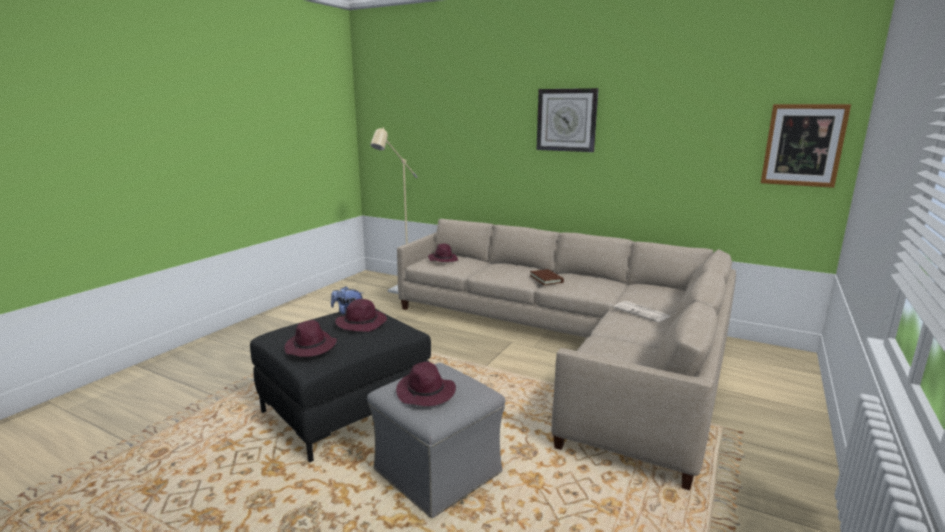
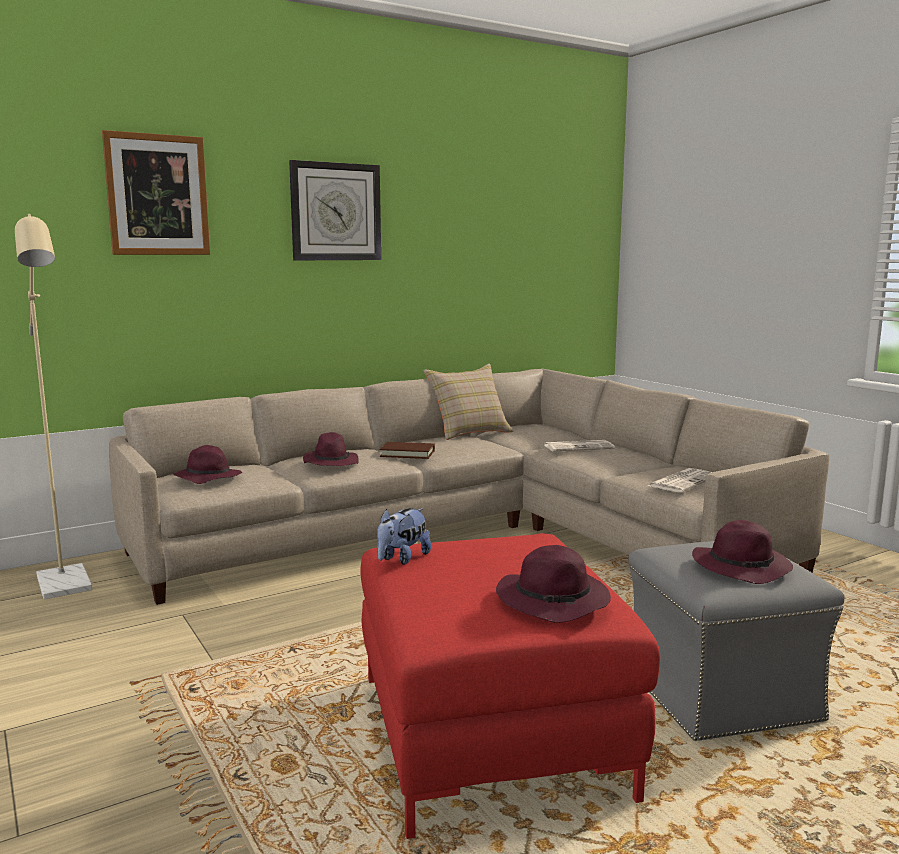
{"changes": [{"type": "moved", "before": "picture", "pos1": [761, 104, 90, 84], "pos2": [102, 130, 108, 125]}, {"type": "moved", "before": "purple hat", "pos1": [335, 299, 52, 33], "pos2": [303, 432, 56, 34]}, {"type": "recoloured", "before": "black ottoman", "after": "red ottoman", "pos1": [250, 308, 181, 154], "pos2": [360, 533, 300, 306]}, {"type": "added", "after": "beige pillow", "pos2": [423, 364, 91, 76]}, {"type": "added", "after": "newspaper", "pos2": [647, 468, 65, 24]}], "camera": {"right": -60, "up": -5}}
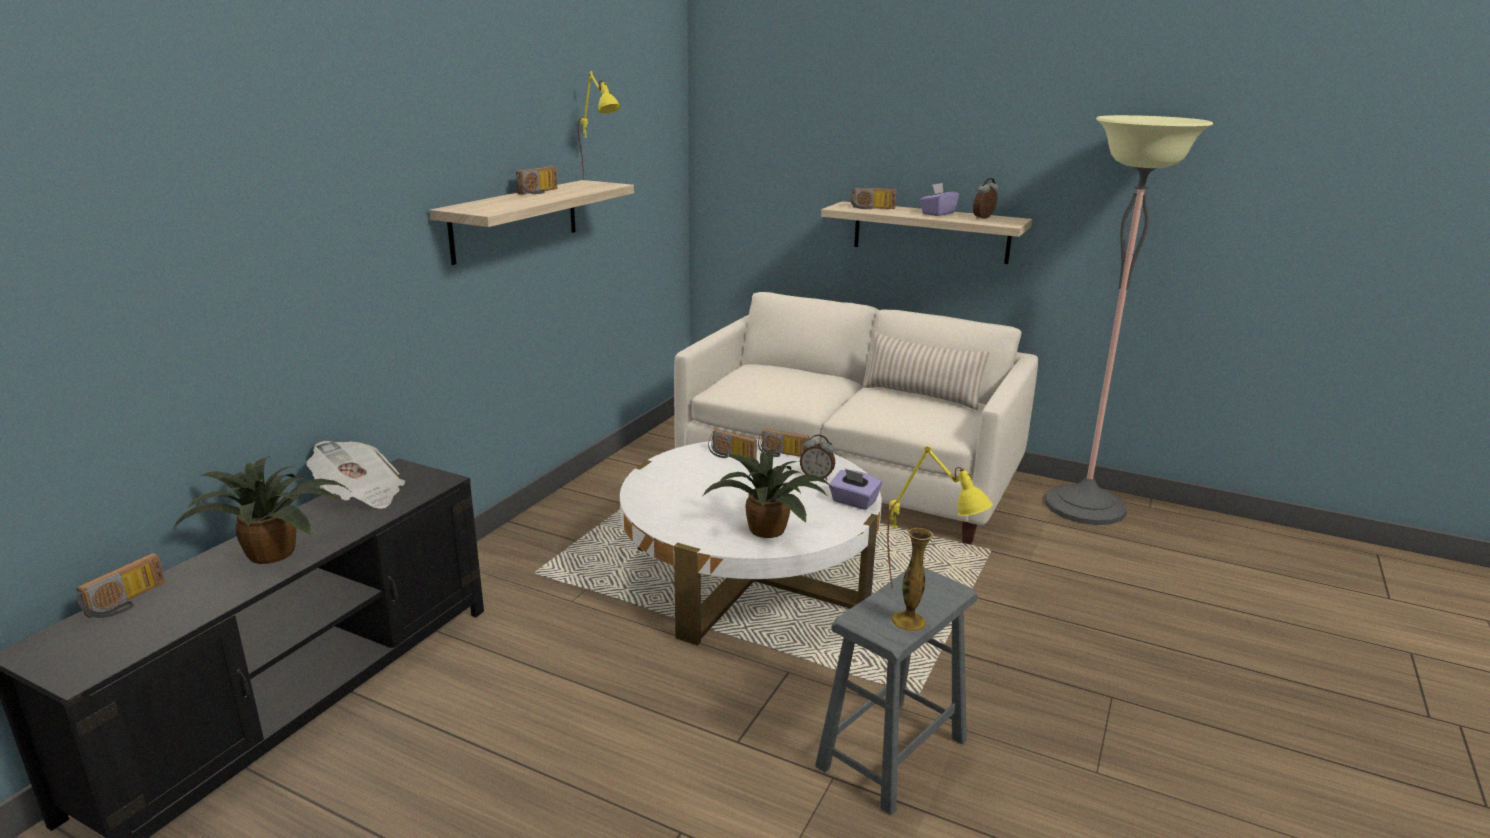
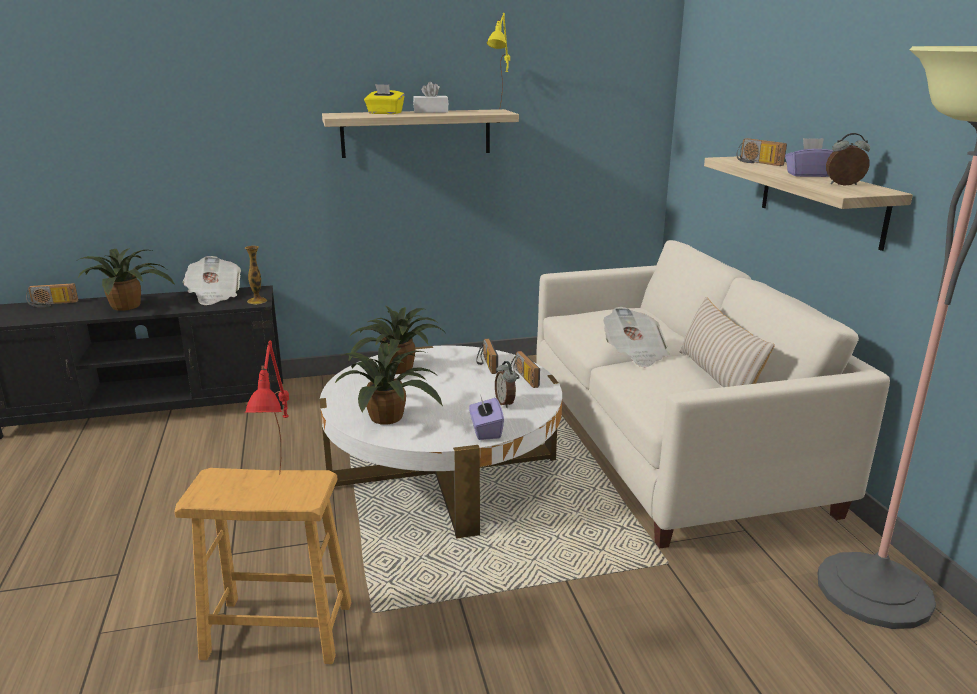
{"changes": [{"type": "recoloured", "before": "grey stool", "after": "brown stool", "pos1": [815, 568, 163, 247], "pos2": [174, 468, 178, 196]}, {"type": "moved", "before": "vase", "pos1": [891, 528, 42, 104], "pos2": [245, 246, 22, 58]}, {"type": "recoloured", "before": "yellow table lamp", "after": "red table lamp", "pos1": [887, 446, 106, 143], "pos2": [245, 340, 44, 134]}, {"type": "added", "after": "potted plant", "pos2": [348, 306, 97, 68]}, {"type": "added", "after": "yellow tissue box", "pos2": [364, 84, 41, 30]}, {"type": "replaced", "before": "radio", "after": "white tissue box", "pos1": [516, 166, 41, 29], "pos2": [413, 82, 35, 31]}, {"type": "added", "after": "newspaper", "pos2": [603, 307, 66, 61]}], "camera": {"right": 50, "up": 0}}
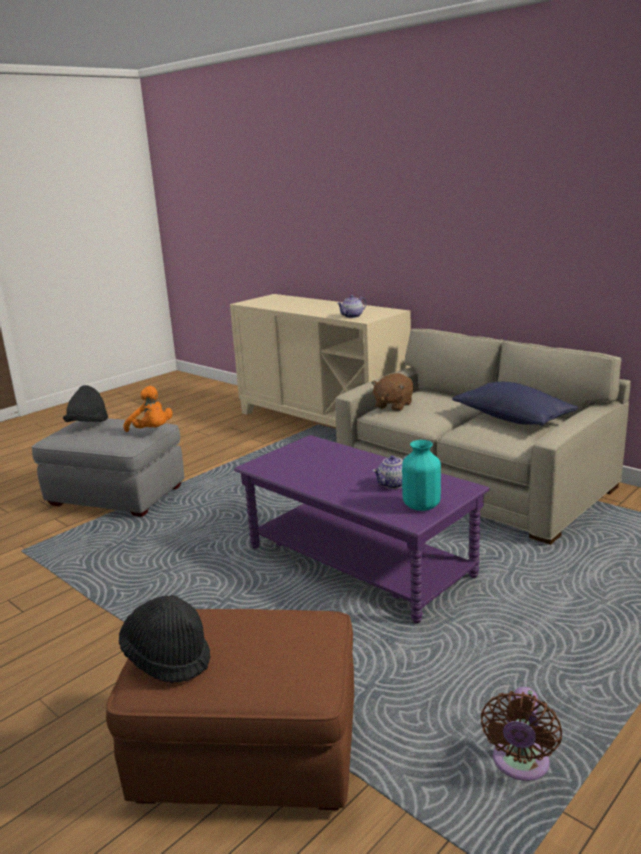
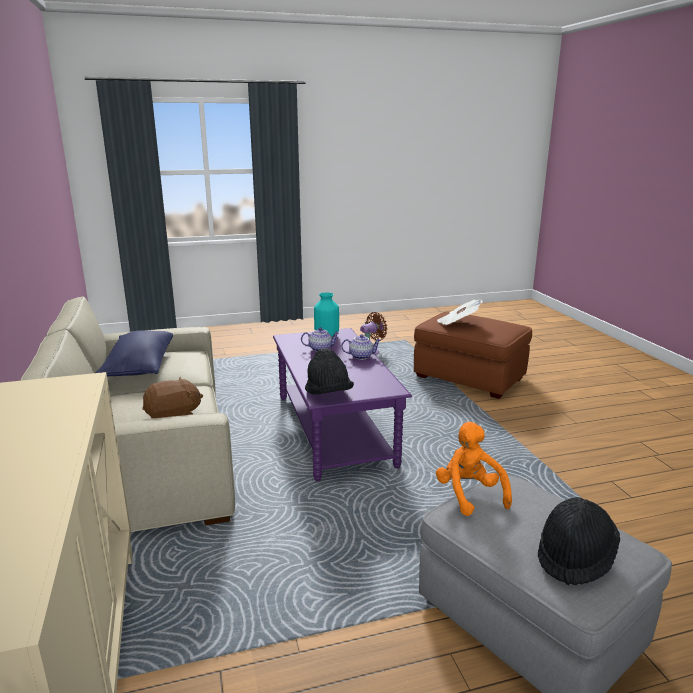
{"changes": [{"type": "moved", "before": "black hat", "pos1": [119, 595, 91, 88], "pos2": [305, 348, 49, 46]}, {"type": "moved", "before": "teapot", "pos1": [337, 295, 29, 23], "pos2": [341, 334, 40, 26]}, {"type": "added", "after": "newspaper", "pos2": [437, 300, 46, 25]}], "camera": {"right": -150, "up": 0}}
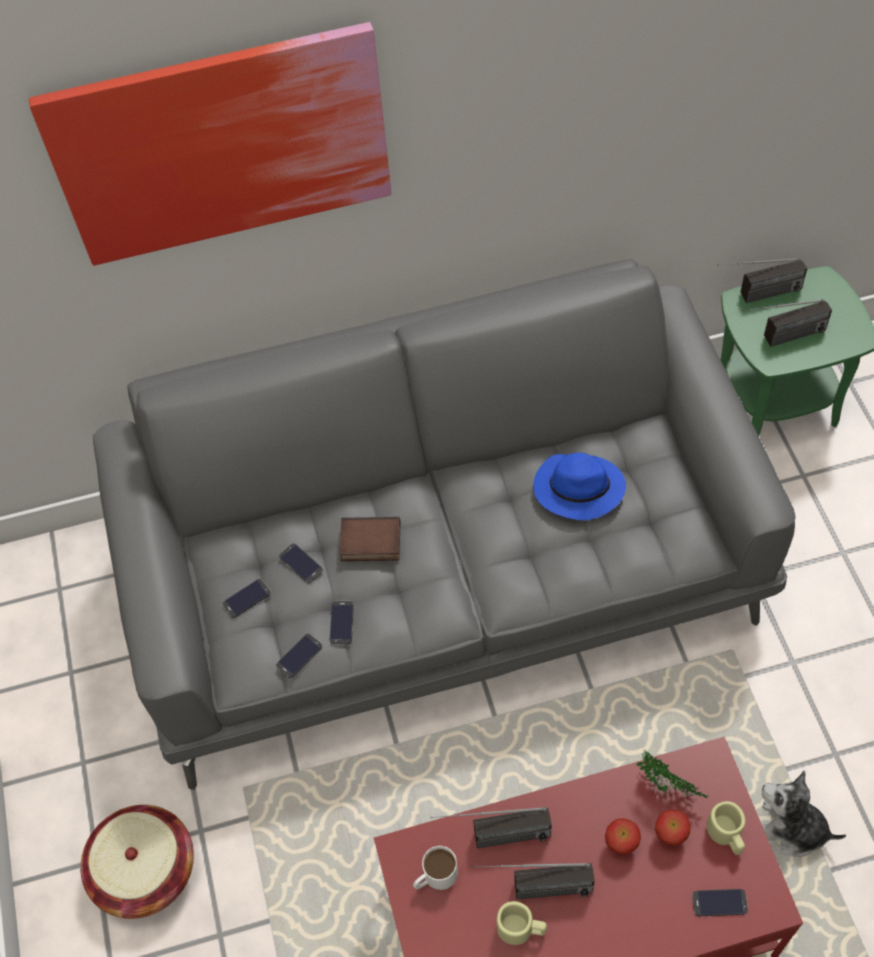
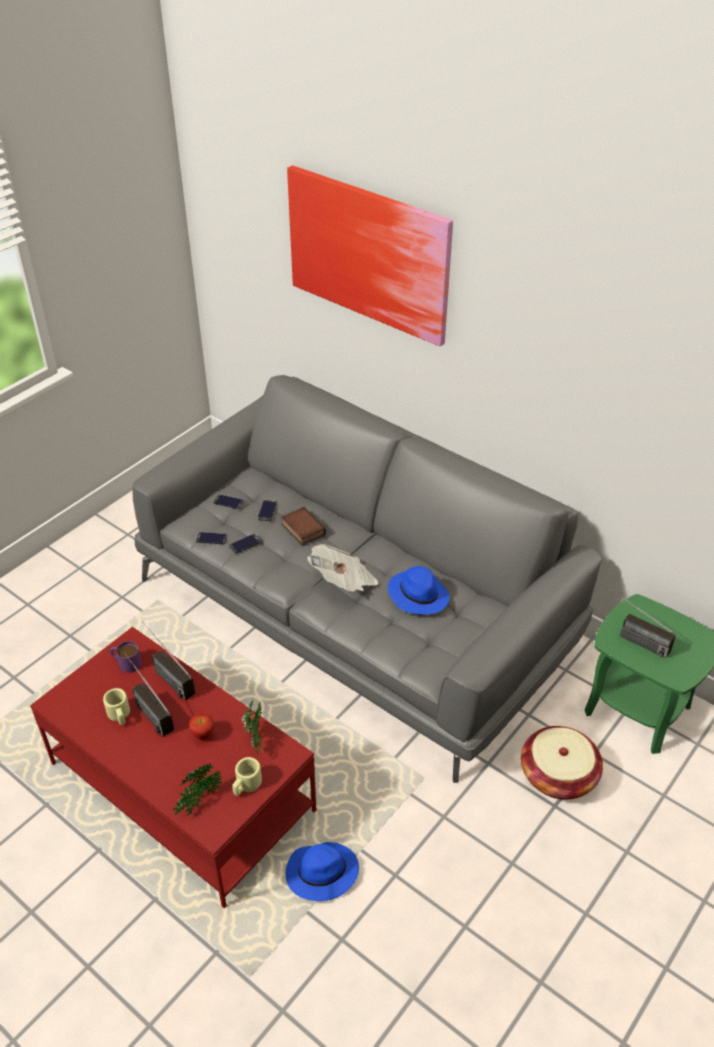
{"changes": [{"type": "recoloured", "before": "white mug", "after": "purple mug", "pos1": [413, 846, 45, 44], "pos2": [110, 641, 32, 32]}, {"type": "replaced", "before": "phone", "after": "potted plant", "pos1": [692, 889, 56, 27], "pos2": [173, 763, 49, 54]}, {"type": "replaced", "before": "plush toy", "after": "blue hat", "pos1": [761, 770, 85, 87], "pos2": [286, 842, 73, 59]}, {"type": "added", "after": "newspaper", "pos2": [307, 544, 72, 48]}, {"type": "moved", "before": "basket", "pos1": [80, 805, 114, 114], "pos2": [521, 726, 82, 74]}, {"type": "removed", "before": "apple", "pos1": [655, 810, 36, 35]}, {"type": "removed", "before": "radio", "pos1": [717, 258, 90, 45]}], "camera": {"right": 50, "up": -15}}
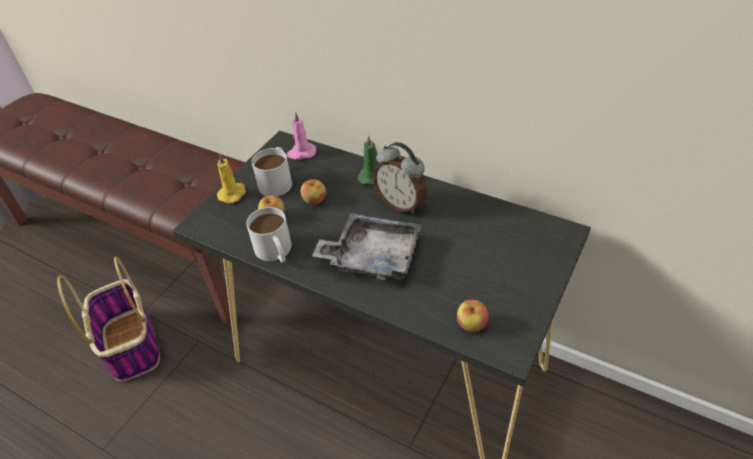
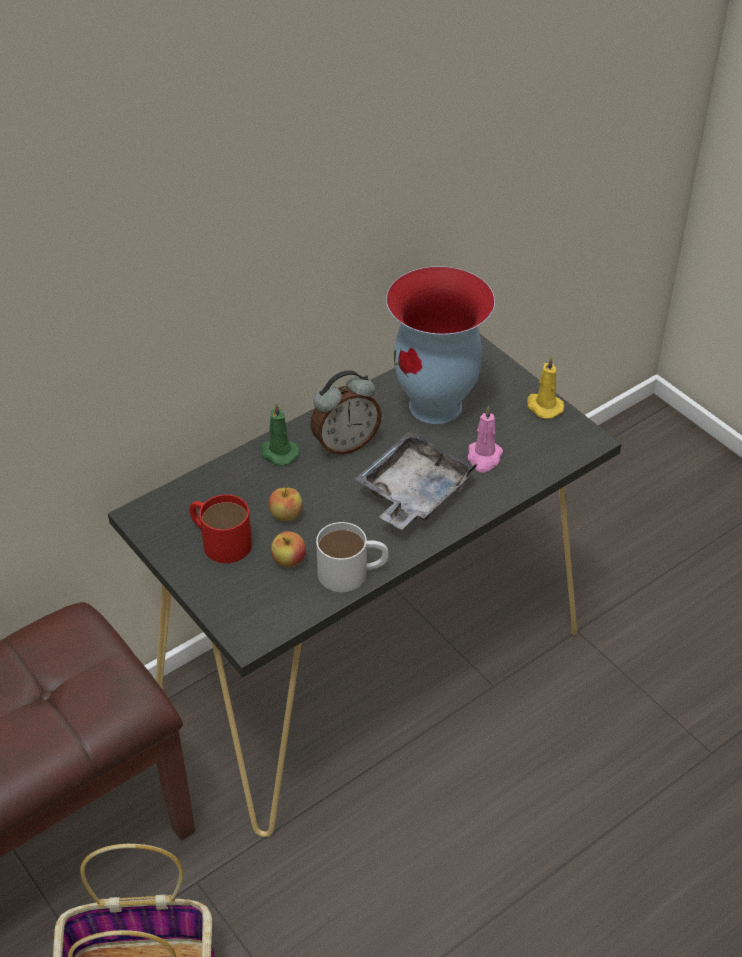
{"changes": [{"type": "recoloured", "before": "white mug", "after": "red mug", "pos1": [252, 147, 40, 49], "pos2": [189, 494, 63, 69]}, {"type": "added", "after": "vase", "pos2": [386, 266, 109, 158]}, {"type": "moved", "before": "pink candle", "pos1": [287, 112, 29, 48], "pos2": [467, 406, 36, 66]}, {"type": "moved", "before": "yellow candle", "pos1": [217, 154, 29, 50], "pos2": [527, 357, 37, 62]}, {"type": "removed", "before": "apple", "pos1": [457, 300, 32, 32]}], "camera": {"right": -70, "up": 0}}
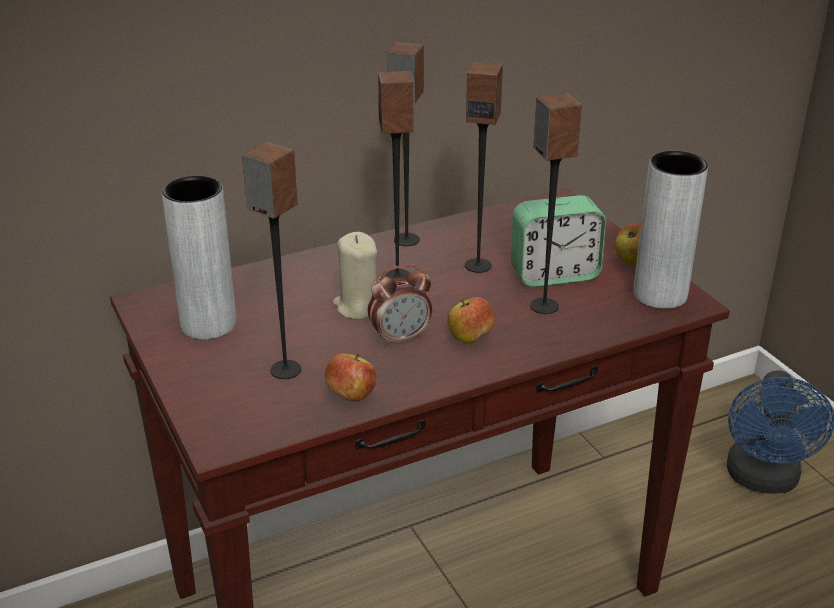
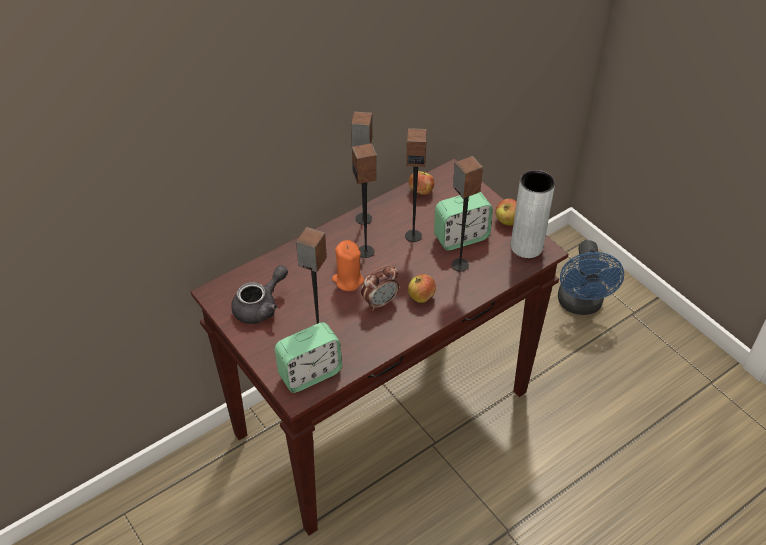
{"changes": [{"type": "replaced", "before": "grey vase", "after": "grey teapot", "pos1": [162, 176, 75, 163], "pos2": [231, 265, 57, 59]}, {"type": "added", "after": "alarm clock", "pos2": [274, 322, 68, 71]}, {"type": "recoloured", "before": "beige candle", "after": "orange candle", "pos1": [333, 232, 44, 87], "pos2": [332, 240, 32, 51]}, {"type": "moved", "before": "apple", "pos1": [325, 353, 51, 48], "pos2": [408, 171, 27, 24]}], "camera": {"right": -10, "up": 15}}
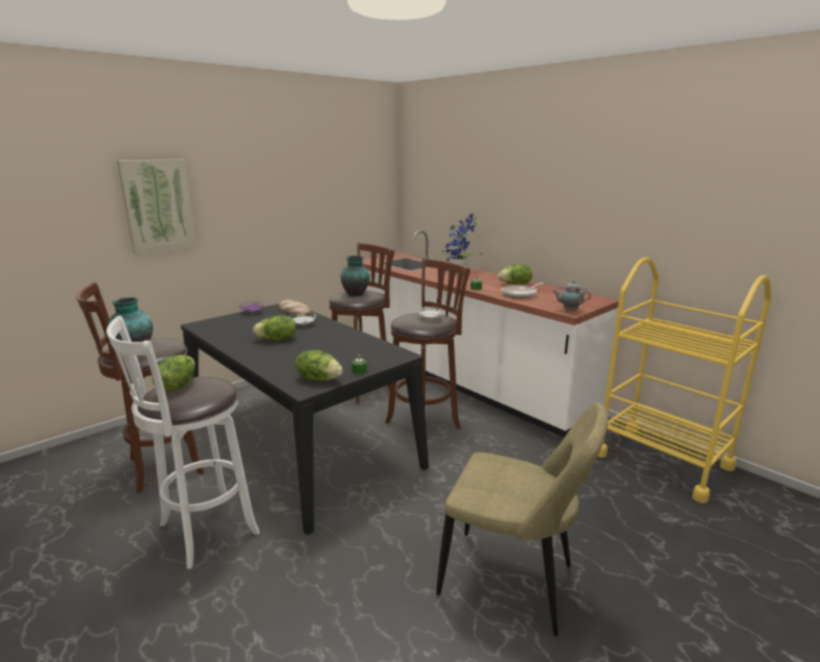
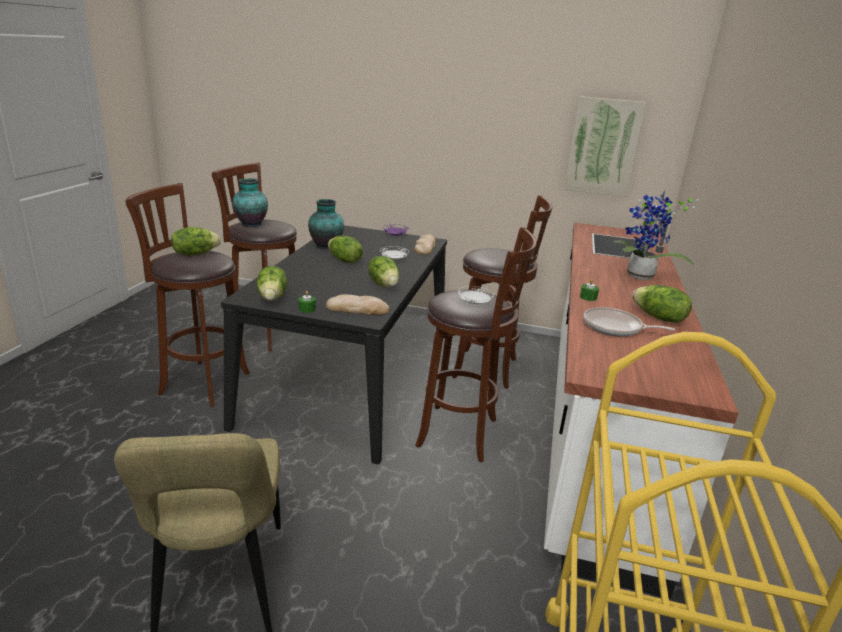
{"changes": [{"type": "recoloured", "before": "white stool", "after": "brown stool", "pos1": [106, 316, 154, 253], "pos2": [125, 183, 125, 224]}, {"type": "moved", "before": "vase", "pos1": [341, 255, 29, 42], "pos2": [308, 199, 36, 50]}, {"type": "added", "after": "bread", "pos2": [326, 294, 64, 21]}, {"type": "added", "after": "lettuce", "pos2": [368, 256, 31, 31]}, {"type": "moved", "before": "picture", "pos1": [117, 159, 80, 96], "pos2": [564, 96, 82, 101]}, {"type": "removed", "before": "teapot", "pos1": [552, 280, 39, 31]}], "camera": {"right": 55, "up": 5}}
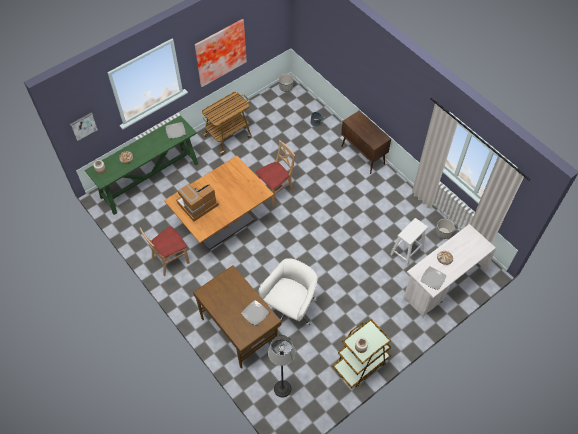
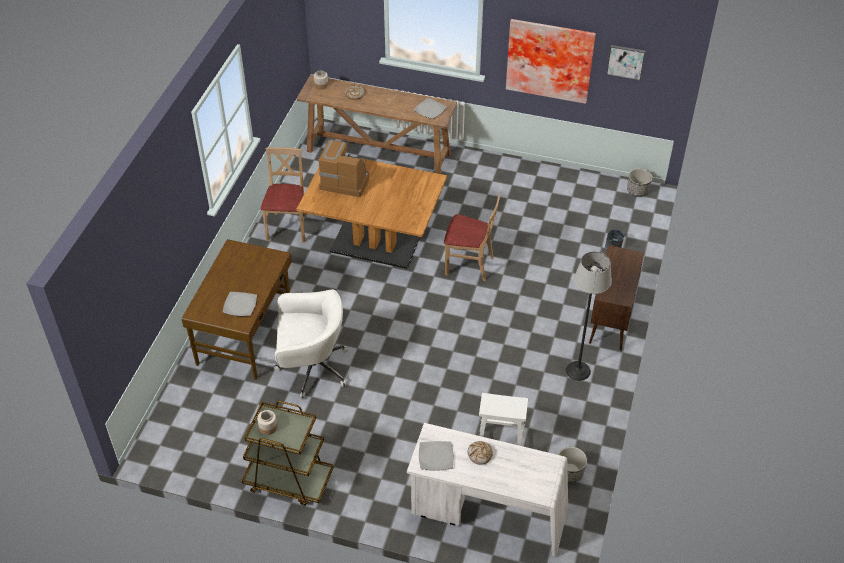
{"changes": [{"type": "turned", "before": "beige chair", "pos1": [140, 226, 50, 50], "pos2": [261, 147, 46, 96], "turn": 75}, {"type": "recoloured", "before": "green console table", "after": "brown console table", "pos1": [85, 115, 113, 100], "pos2": [297, 75, 160, 99]}, {"type": "moved", "before": "floor lamp", "pos1": [268, 335, 28, 62], "pos2": [566, 251, 46, 130]}, {"type": "moved", "before": "picture", "pos1": [70, 112, 28, 29], "pos2": [607, 45, 38, 36]}, {"type": "removed", "before": "cart", "pos1": [202, 92, 50, 63]}], "camera": {"right": 55, "up": -10}}
